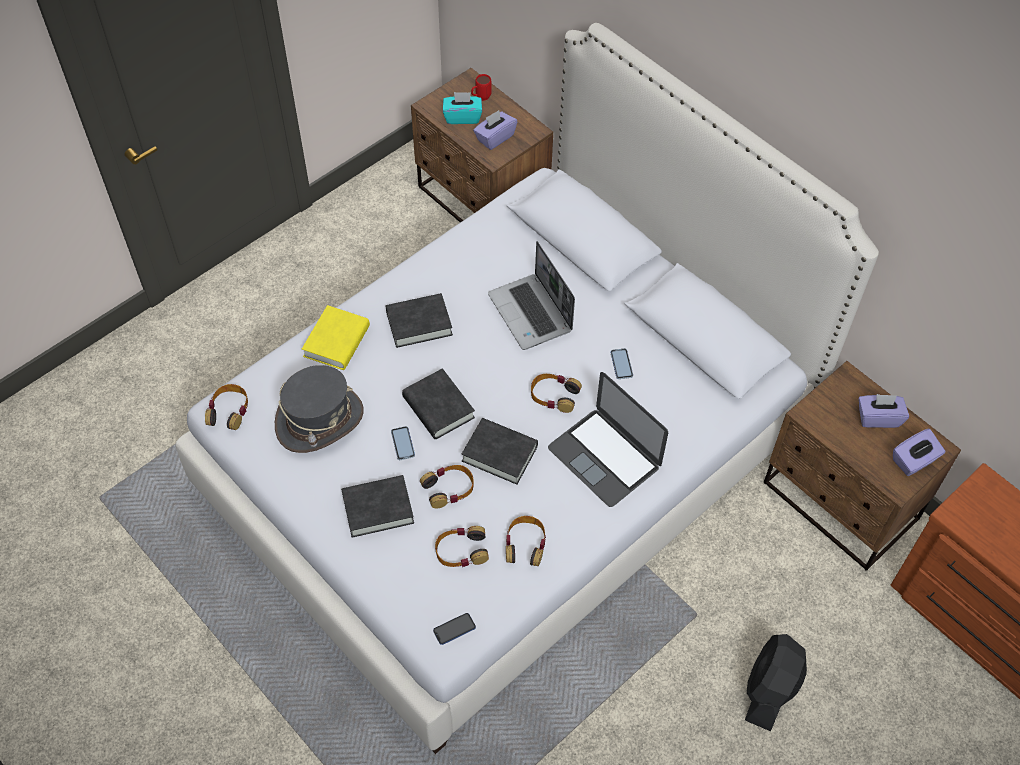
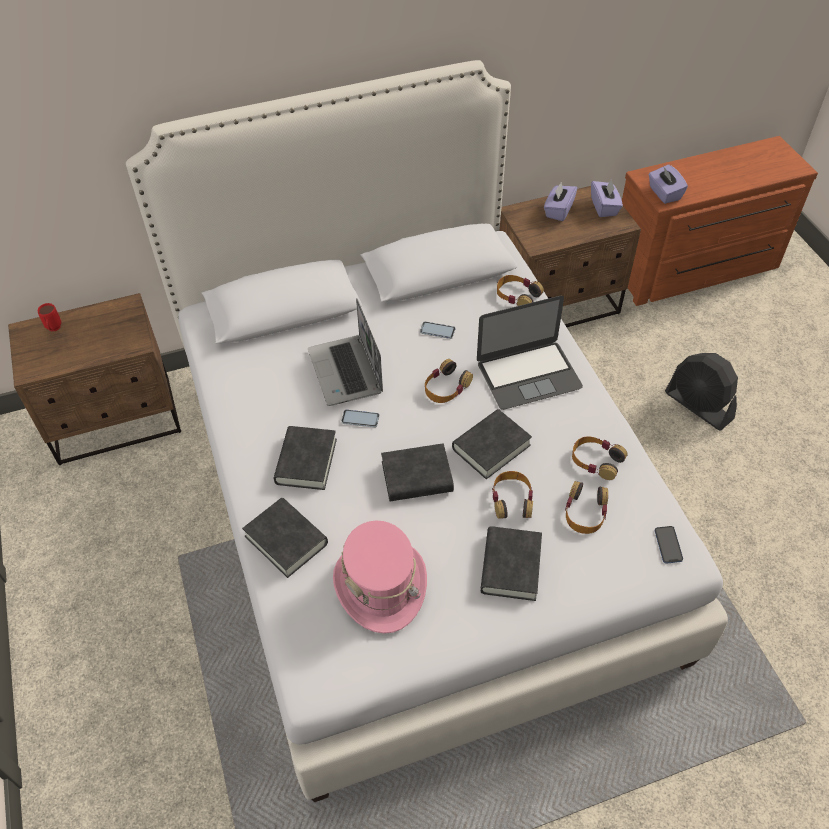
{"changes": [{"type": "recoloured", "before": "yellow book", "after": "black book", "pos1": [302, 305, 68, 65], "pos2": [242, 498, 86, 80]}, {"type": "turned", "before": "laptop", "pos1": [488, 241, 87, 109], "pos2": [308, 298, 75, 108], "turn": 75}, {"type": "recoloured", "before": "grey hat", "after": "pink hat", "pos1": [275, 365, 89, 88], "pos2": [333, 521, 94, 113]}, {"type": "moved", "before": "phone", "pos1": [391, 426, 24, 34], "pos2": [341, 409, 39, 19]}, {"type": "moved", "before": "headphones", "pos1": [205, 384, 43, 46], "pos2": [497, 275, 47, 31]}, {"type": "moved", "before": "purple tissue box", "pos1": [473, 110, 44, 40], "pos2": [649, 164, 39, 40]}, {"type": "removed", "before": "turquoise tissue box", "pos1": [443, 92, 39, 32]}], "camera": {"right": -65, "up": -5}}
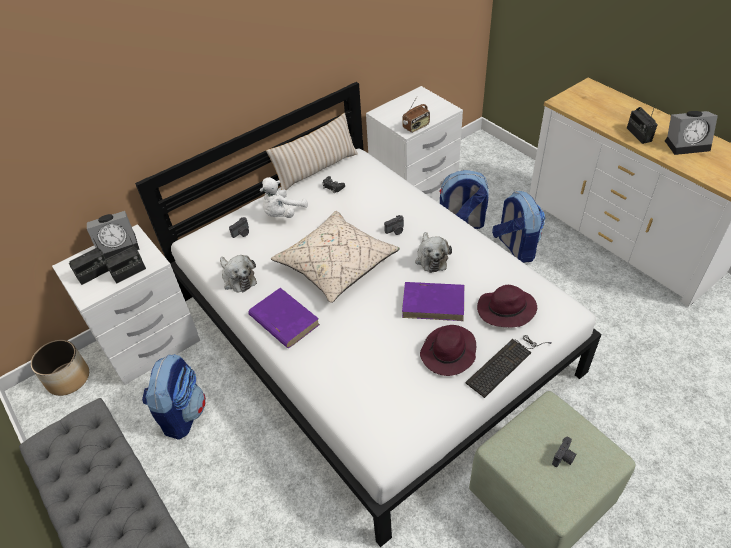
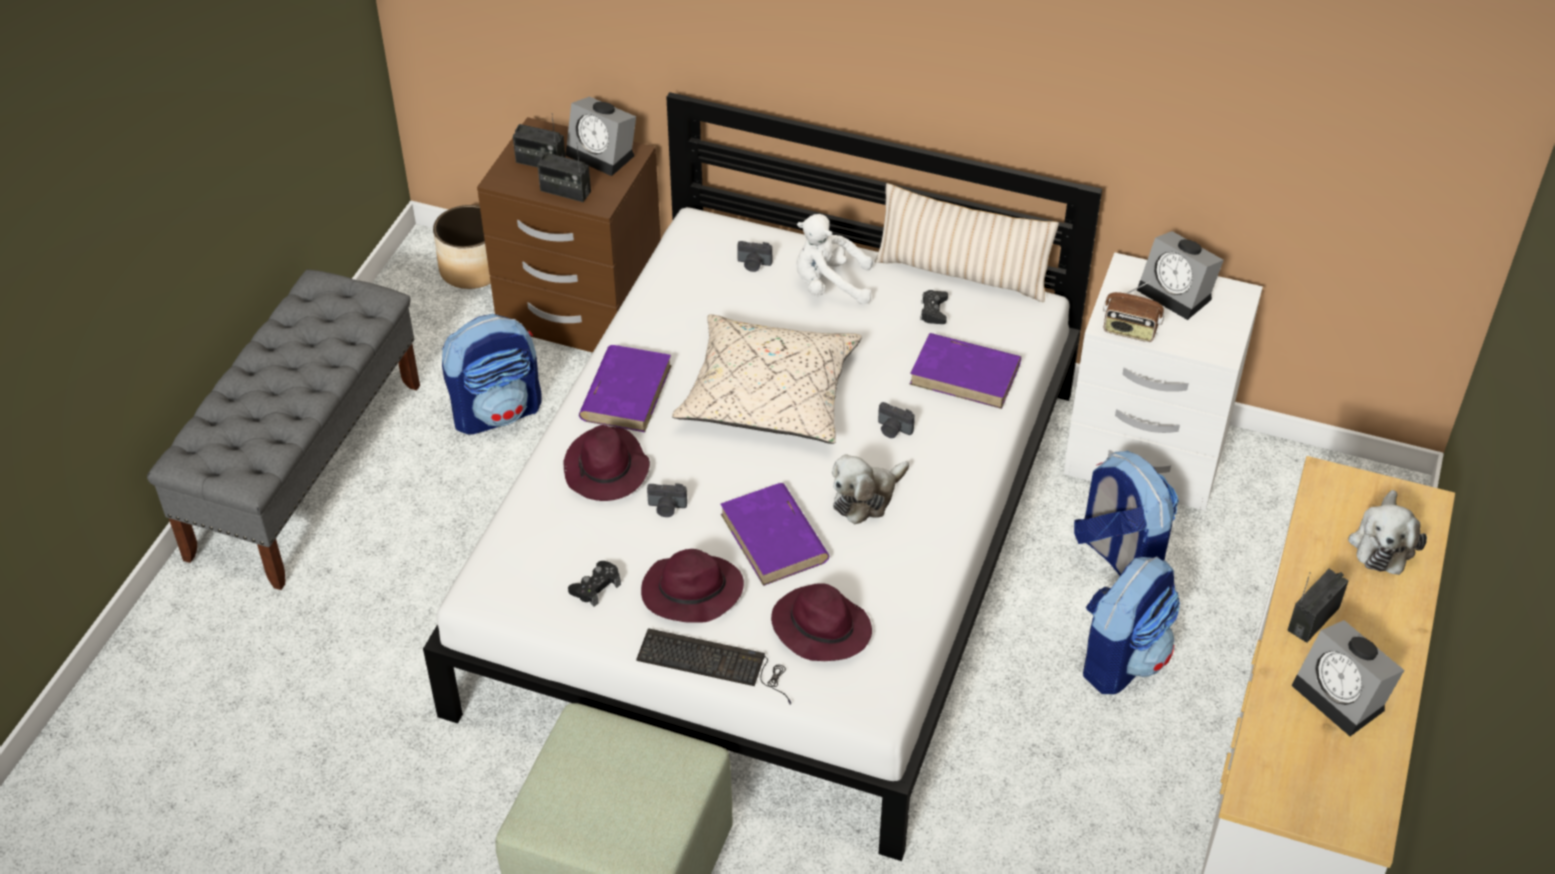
{"changes": [{"type": "recoloured", "before": "white nightstand", "after": "brown nightstand", "pos1": [52, 224, 148, 161], "pos2": [477, 117, 184, 236]}, {"type": "added", "after": "purple hat", "pos2": [564, 425, 86, 76]}, {"type": "added", "after": "black game controller", "pos2": [568, 561, 53, 46]}, {"type": "moved", "before": "photo camera", "pos1": [552, 437, 24, 30], "pos2": [647, 483, 40, 34]}, {"type": "added", "after": "purple book", "pos2": [910, 333, 111, 76]}, {"type": "added", "after": "alarm clock", "pos2": [1137, 231, 87, 89]}, {"type": "moved", "before": "plush toy", "pos1": [220, 255, 37, 37], "pos2": [1348, 490, 79, 85]}], "camera": {"right": 55, "up": 0}}
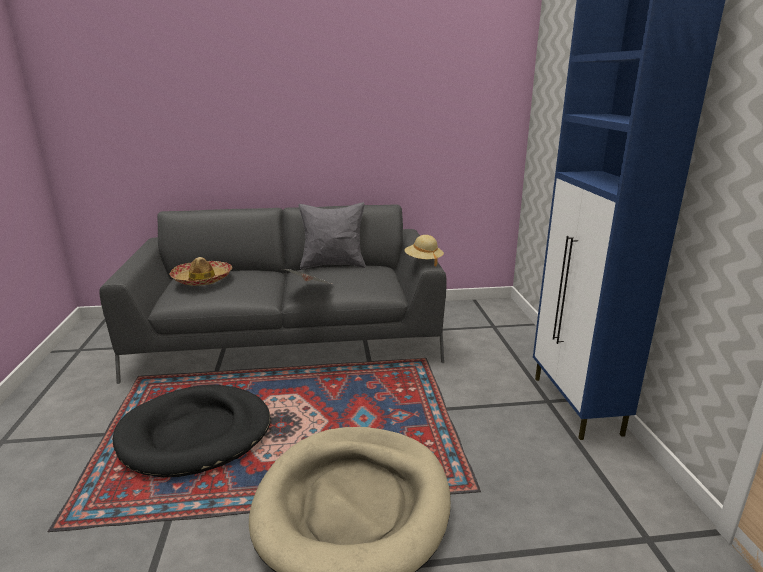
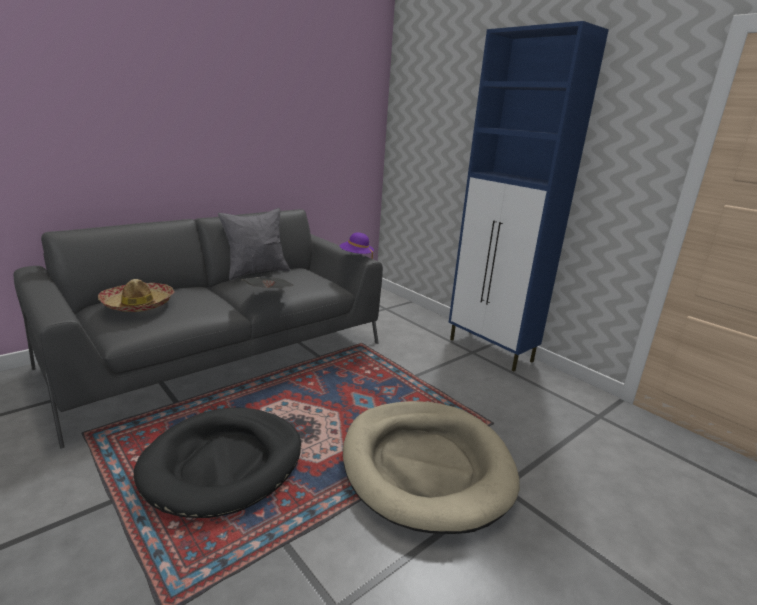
{"changes": [{"type": "recoloured", "before": "beige hat", "after": "purple hat", "pos1": [405, 235, 39, 31], "pos2": [340, 232, 34, 27]}], "camera": {"right": -35, "up": 0}}
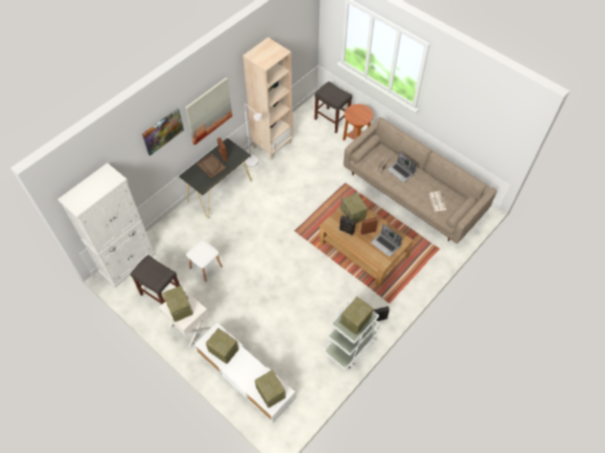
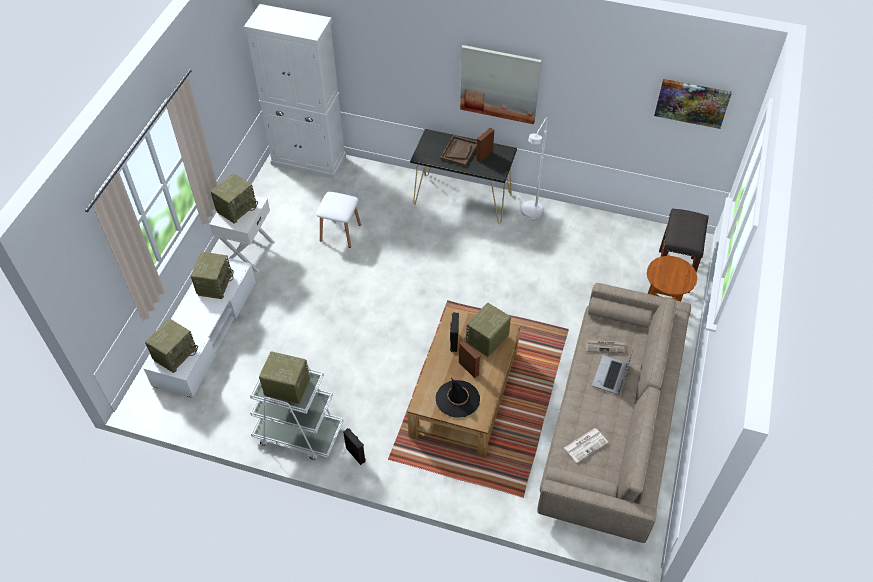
{"changes": [{"type": "replaced", "before": "laptop", "after": "black hat", "pos1": [371, 224, 32, 33], "pos2": [436, 378, 44, 40]}, {"type": "moved", "before": "picture", "pos1": [142, 108, 42, 48], "pos2": [654, 79, 78, 50]}, {"type": "removed", "before": "grey stool", "pos1": [130, 255, 50, 49]}, {"type": "removed", "before": "beige bookcase", "pos1": [243, 37, 50, 123]}], "camera": {"right": 65, "up": -5}}
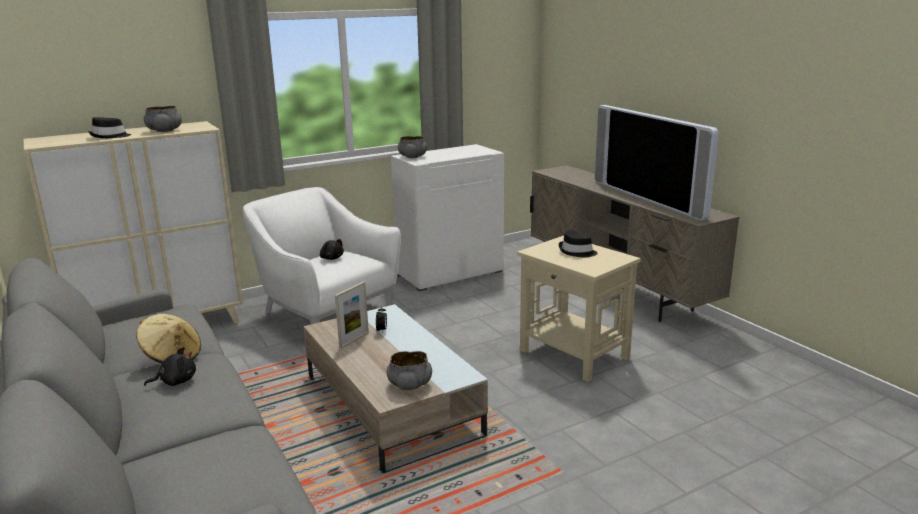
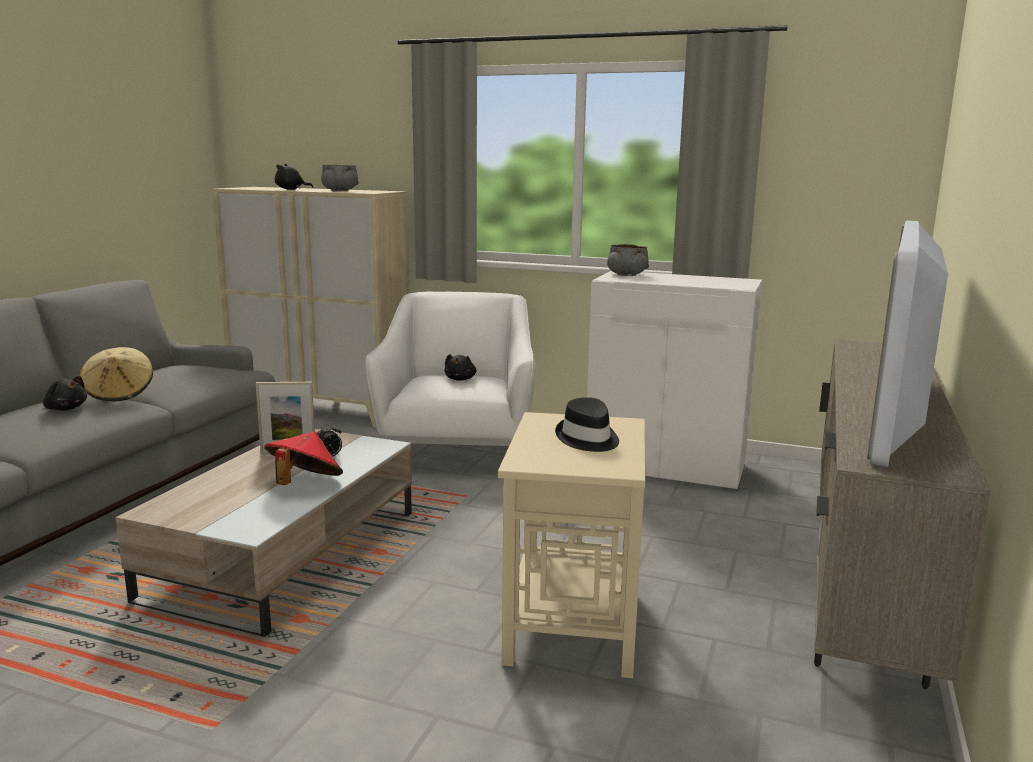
{"changes": [{"type": "added", "after": "red hat", "pos2": [264, 431, 79, 54]}, {"type": "replaced", "before": "black hat", "after": "black plush toy", "pos1": [88, 117, 43, 21], "pos2": [275, 164, 38, 26]}, {"type": "removed", "before": "grey bowl", "pos1": [386, 351, 46, 39]}], "camera": {"right": 50, "up": -5}}
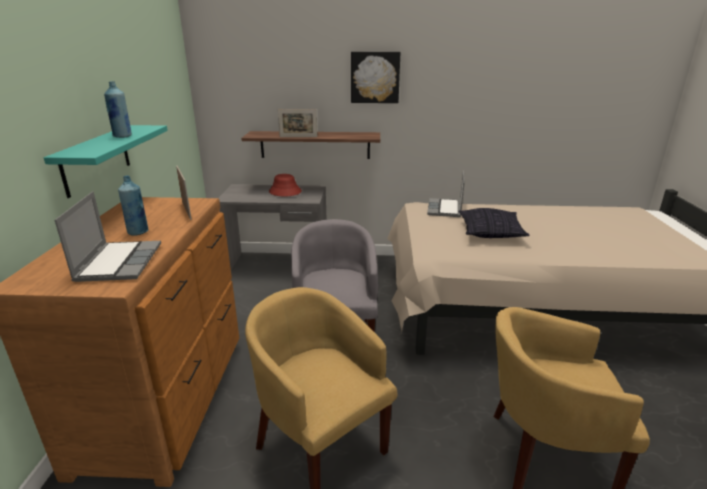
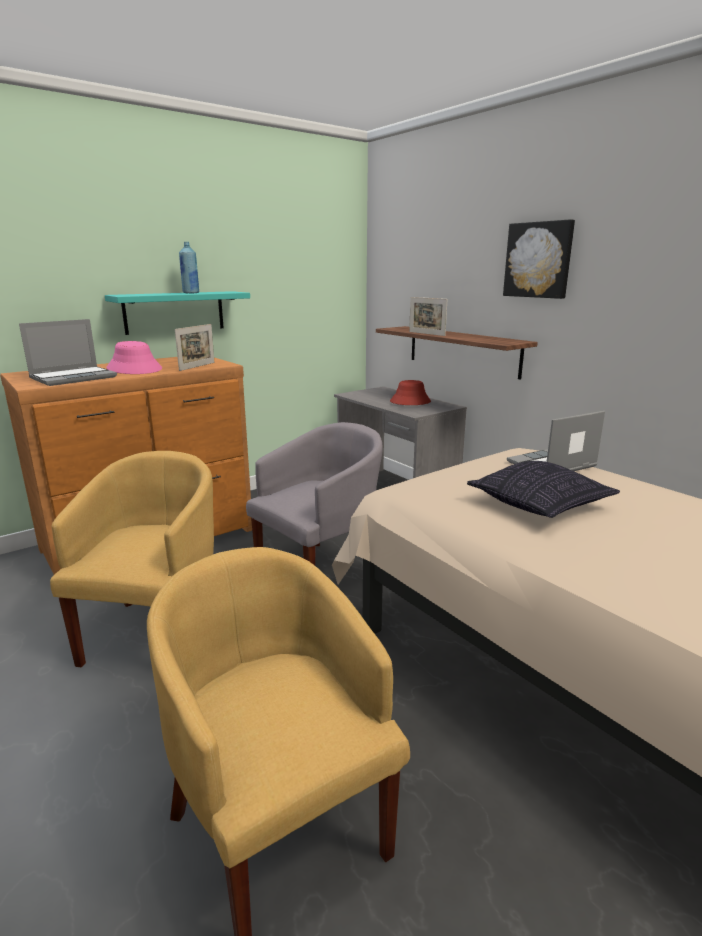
{"changes": [{"type": "replaced", "before": "blue bottle", "after": "pink hat", "pos1": [118, 175, 30, 61], "pos2": [107, 341, 55, 33]}], "camera": {"right": 50, "up": -5}}
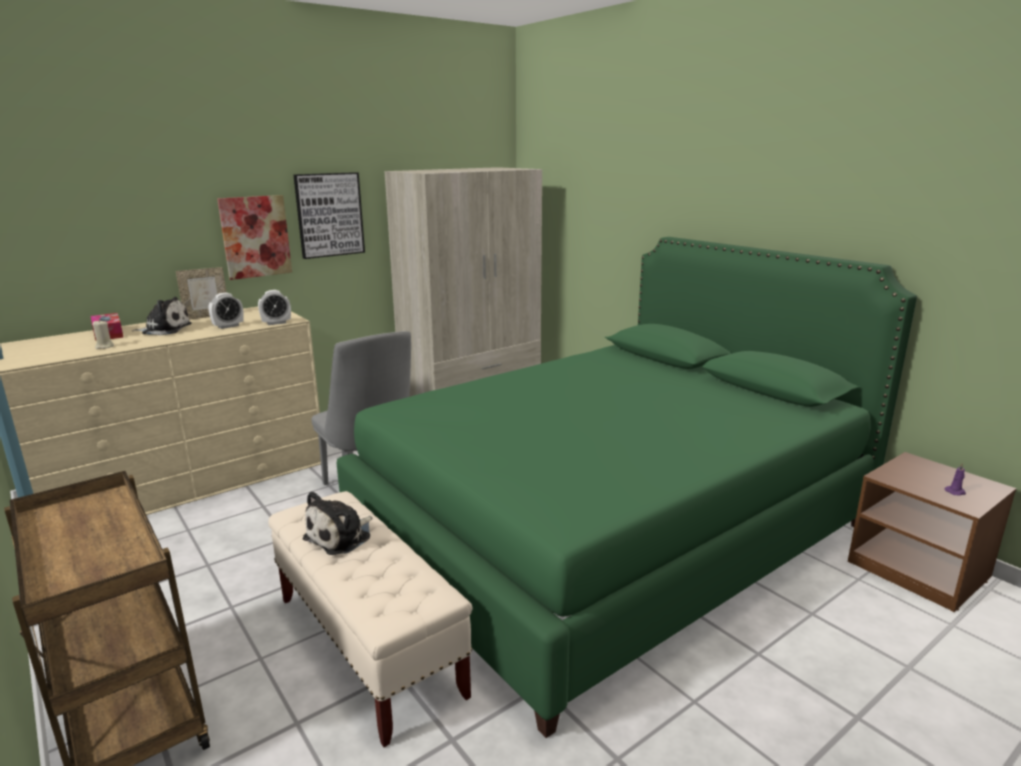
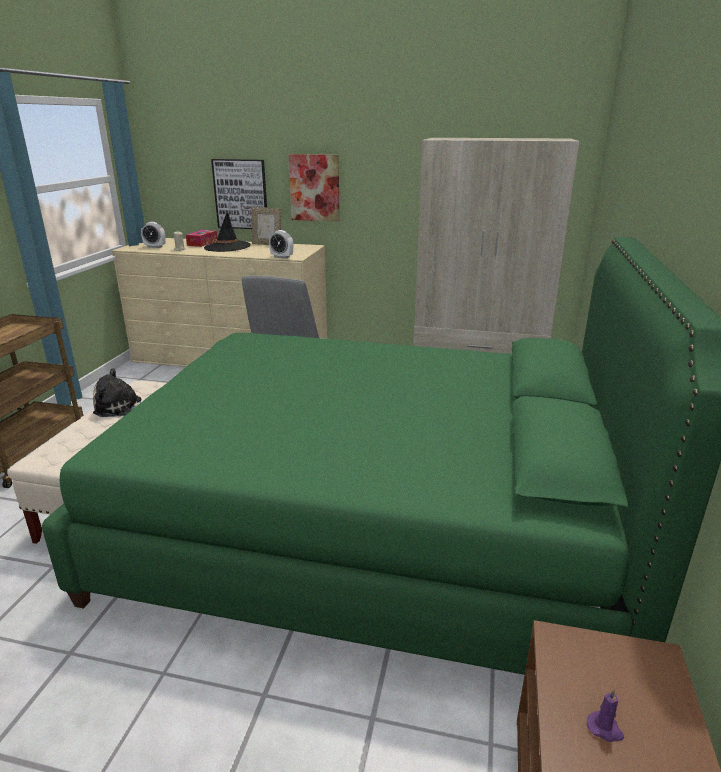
{"changes": [{"type": "moved", "before": "alarm clock", "pos1": [208, 293, 36, 36], "pos2": [141, 222, 25, 26]}, {"type": "replaced", "before": "plush toy", "after": "black hat", "pos1": [132, 297, 60, 39], "pos2": [204, 213, 47, 39]}, {"type": "moved", "before": "picture", "pos1": [293, 172, 72, 87], "pos2": [211, 159, 56, 70]}], "camera": {"right": 50, "up": 5}}
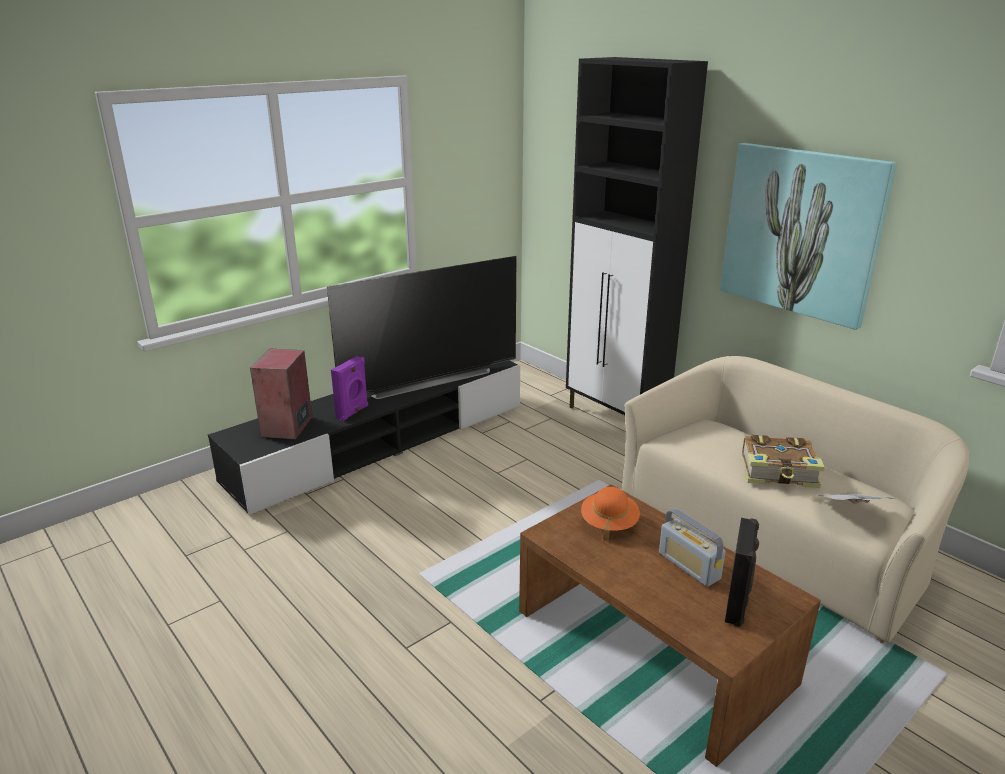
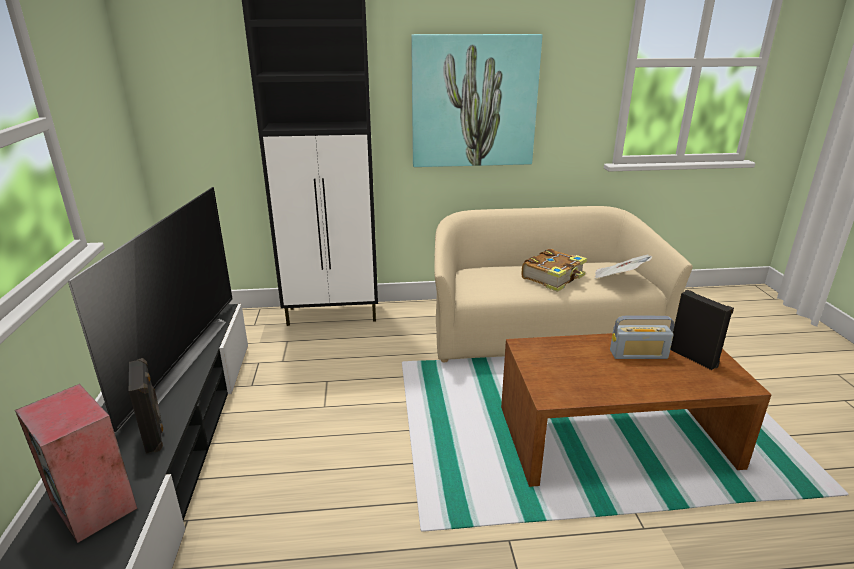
{"changes": [{"type": "recoloured", "before": "purple speaker", "after": "black speaker", "pos1": [331, 356, 37, 65], "pos2": [129, 358, 34, 96]}, {"type": "removed", "before": "orange hat", "pos1": [581, 487, 59, 54]}], "camera": {"right": -55, "up": 0}}
